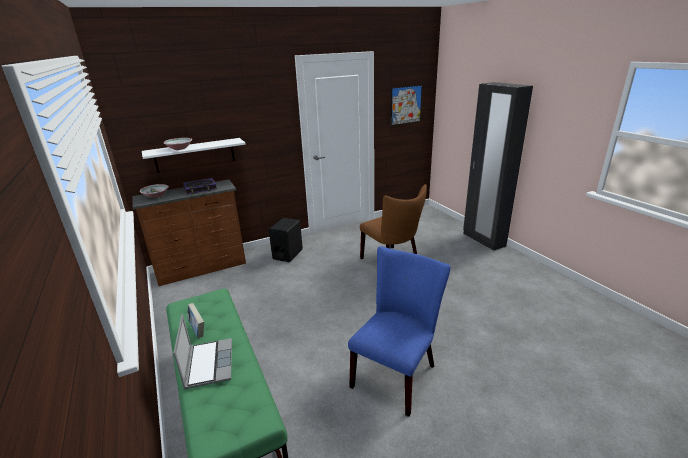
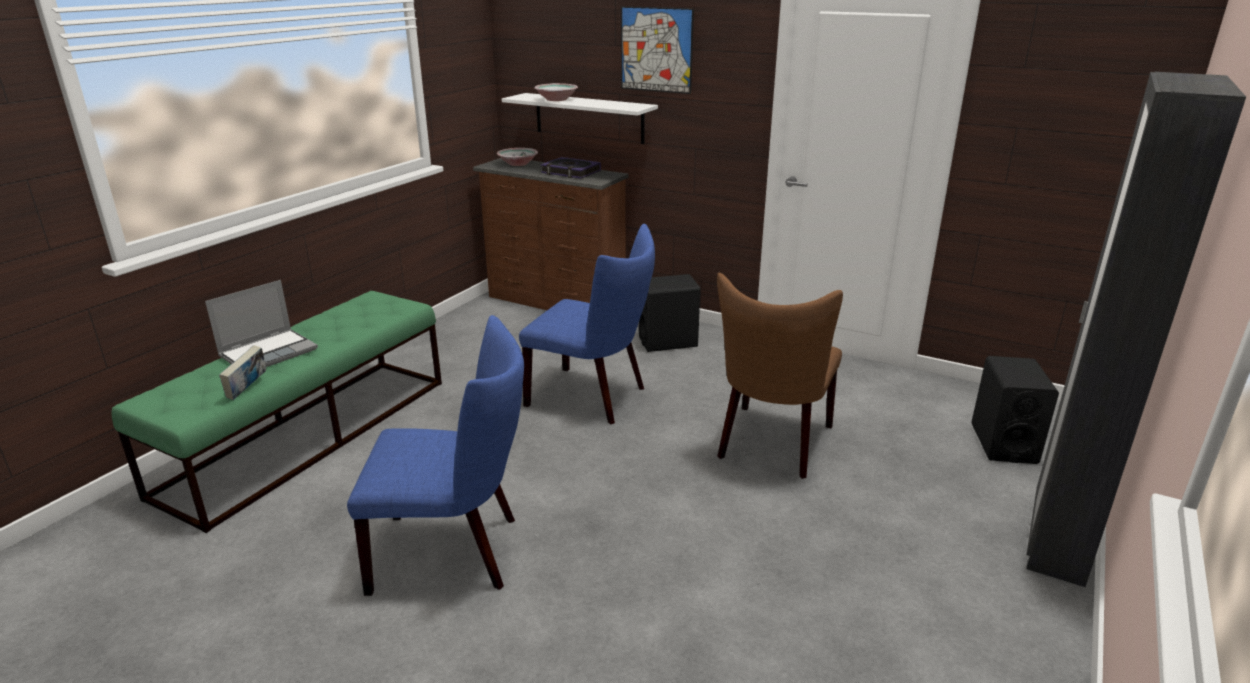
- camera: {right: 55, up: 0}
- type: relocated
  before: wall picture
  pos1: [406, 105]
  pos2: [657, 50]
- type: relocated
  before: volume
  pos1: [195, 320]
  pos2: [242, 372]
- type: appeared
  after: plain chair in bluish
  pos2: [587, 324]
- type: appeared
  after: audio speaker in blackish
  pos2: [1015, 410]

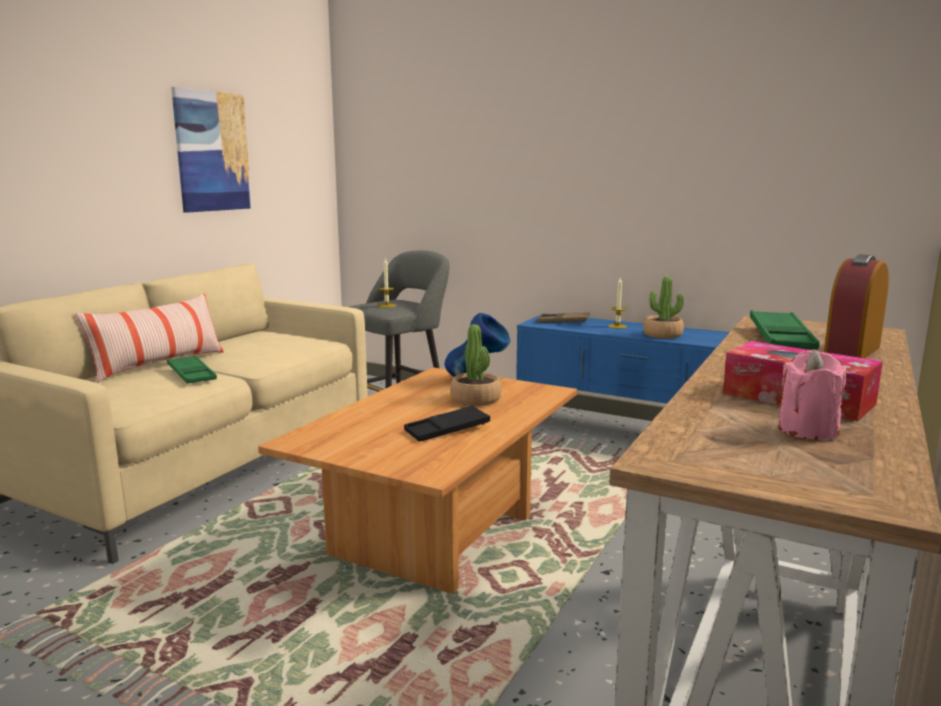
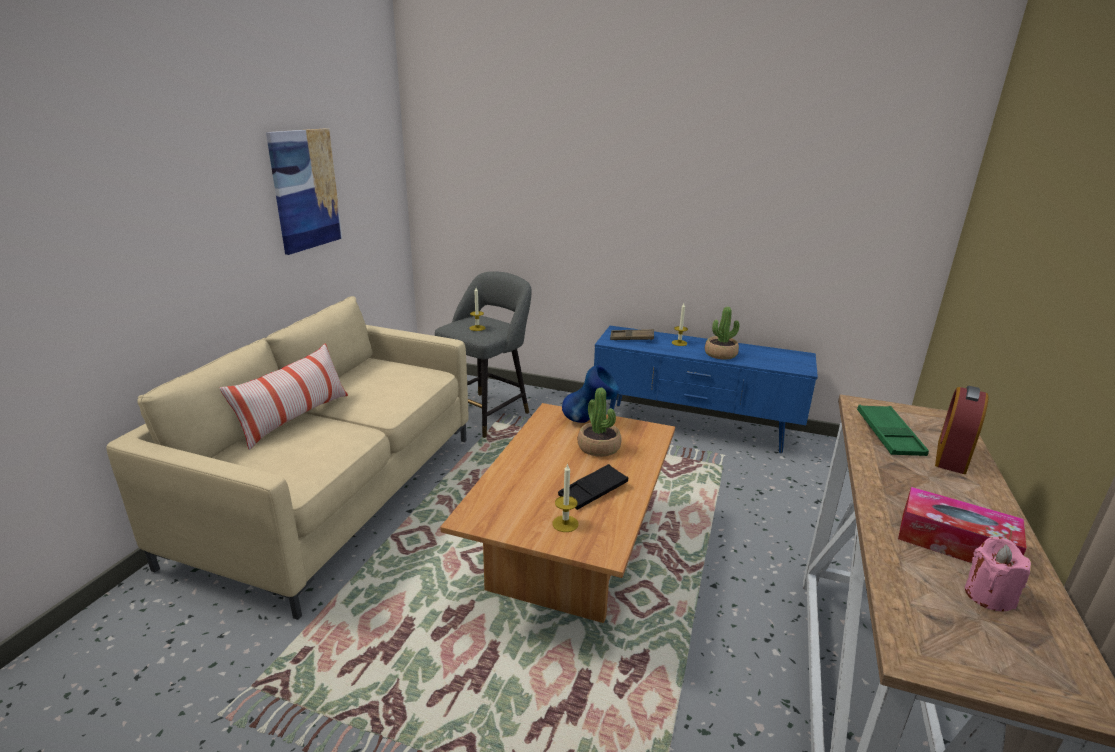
- camera: {right: -10, up: 10}
- type: missing
  before: serving tray in green
  pos1: [192, 369]
- type: appeared
  after: candle
  pos2: [565, 497]

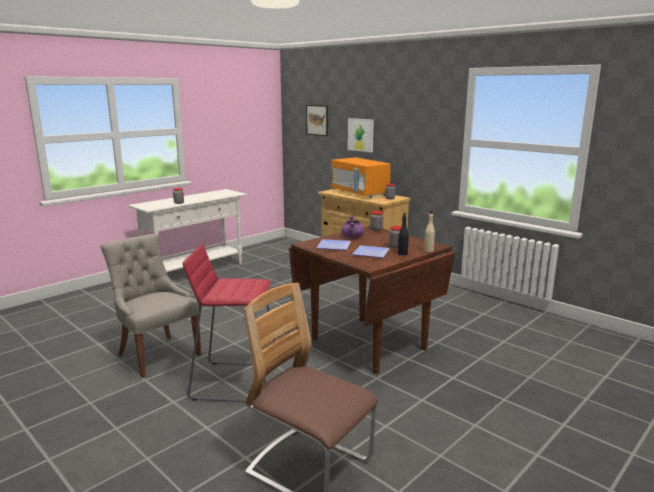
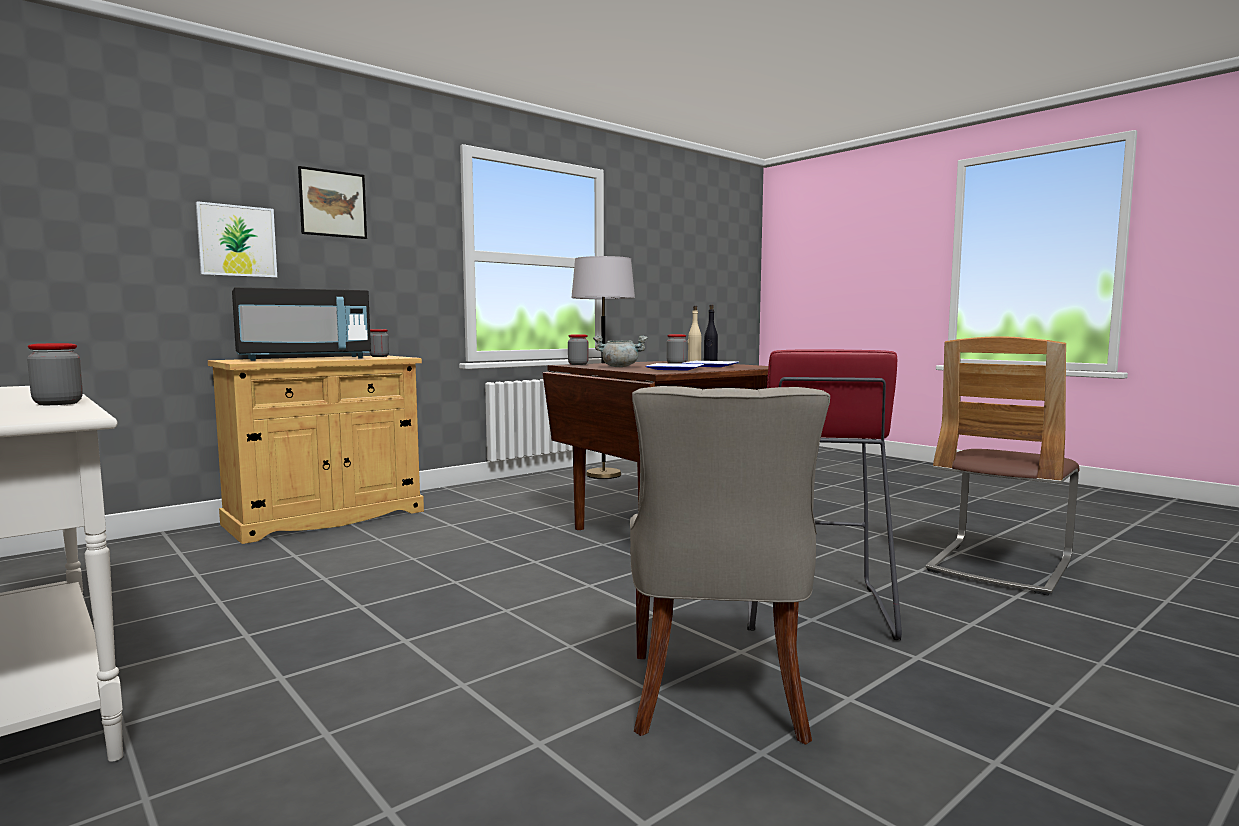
- camera: {right: -85, up: -10}
- type: relocated
  before: wall picture
  pos1: [317, 120]
  pos2: [332, 202]
- type: colour
  before: microwave in orange
  after: microwave in blackish
  pos1: [361, 178]
  pos2: [301, 324]
- type: colour
  before: stockpot in purple
  after: stockpot in gray
  pos1: [353, 227]
  pos2: [620, 351]
- type: spun
  before: plain chair in gray
  pos1: [150, 306]
  pos2: [730, 565]
  turn: -45
- type: appeared
  after: floor lamp in gray
  pos2: [603, 367]

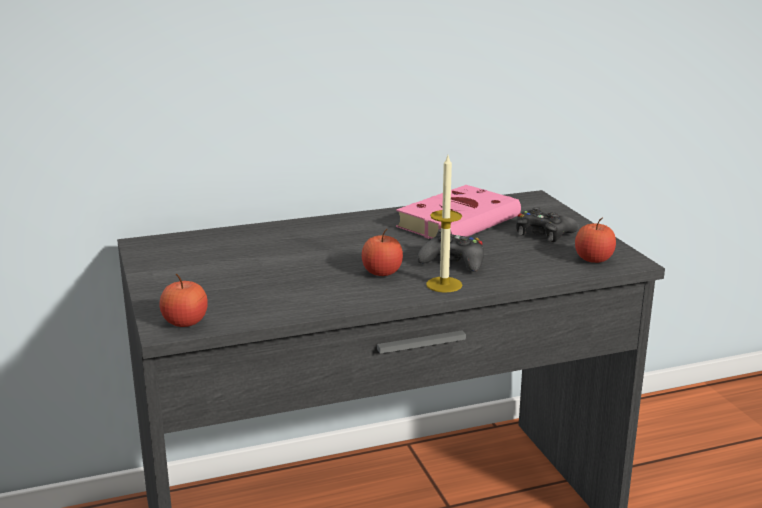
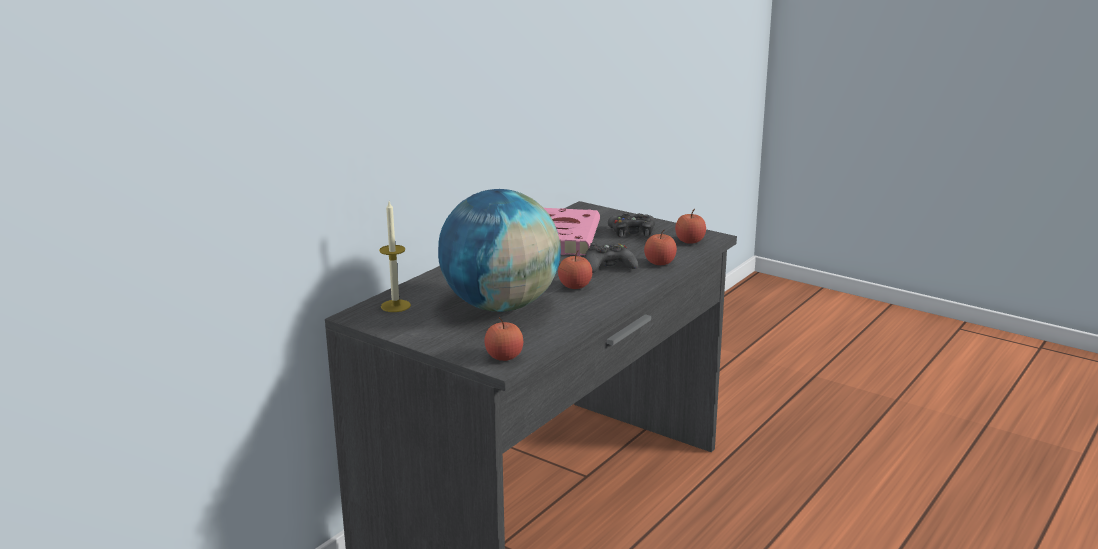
- camera: {right: -35, up: 0}
- type: relocated
  before: candle
  pos1: [444, 224]
  pos2: [395, 256]
- type: appeared
  after: globe
  pos2: [499, 250]
- type: appeared
  after: whole apple
  pos2: [660, 247]

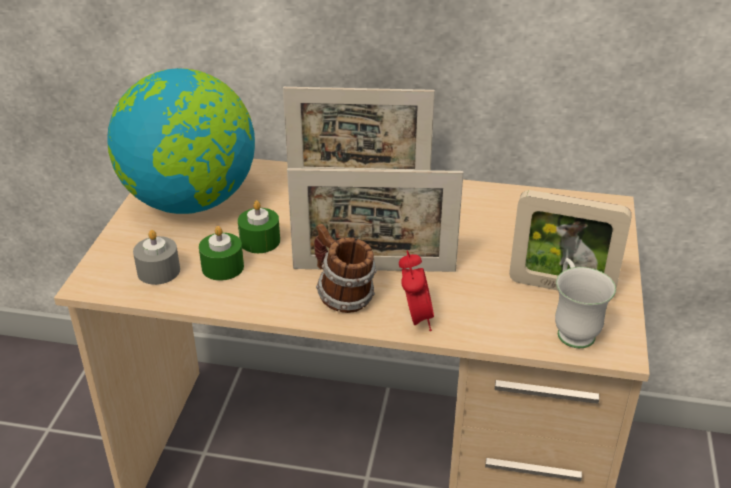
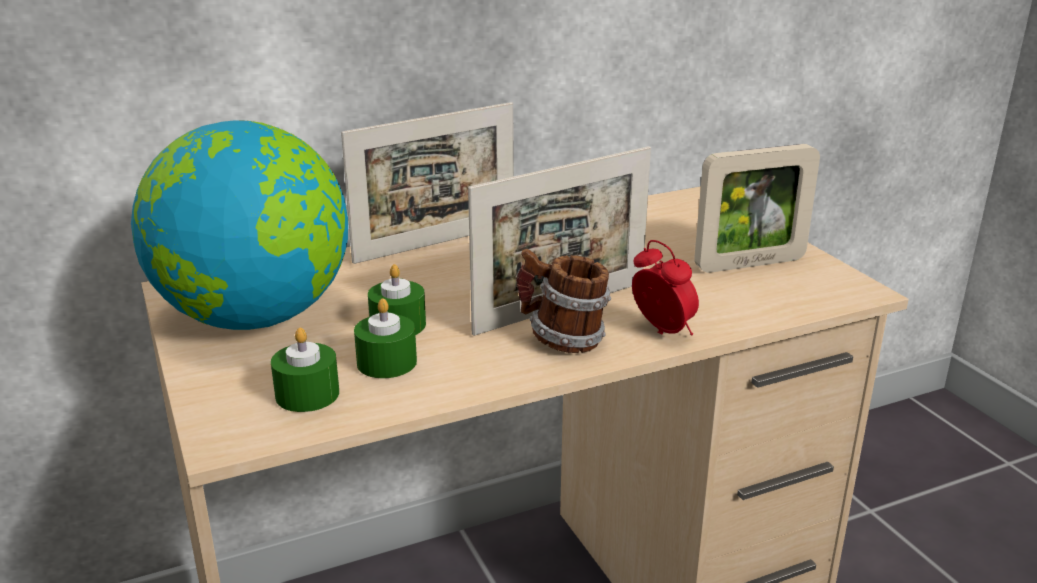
- camera: {right: -35, up: -10}
- type: colour
  before: candle in gray
  after: candle in green
  pos1: [156, 257]
  pos2: [305, 370]
- type: missing
  before: mug in whitish
  pos1: [585, 303]

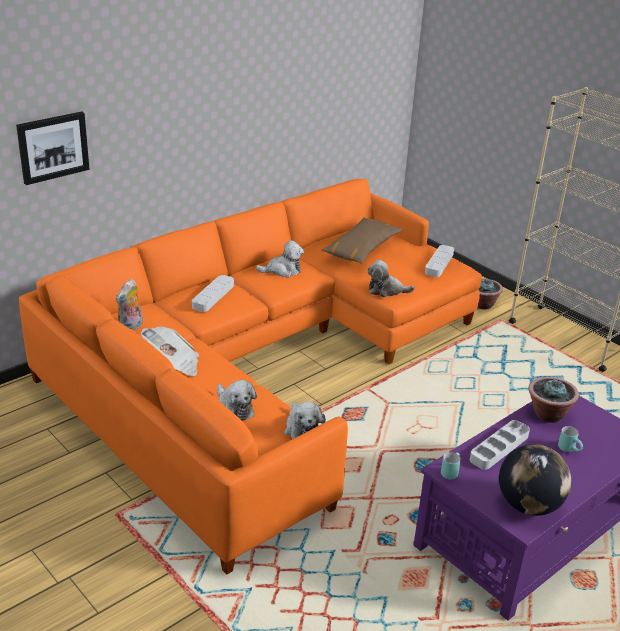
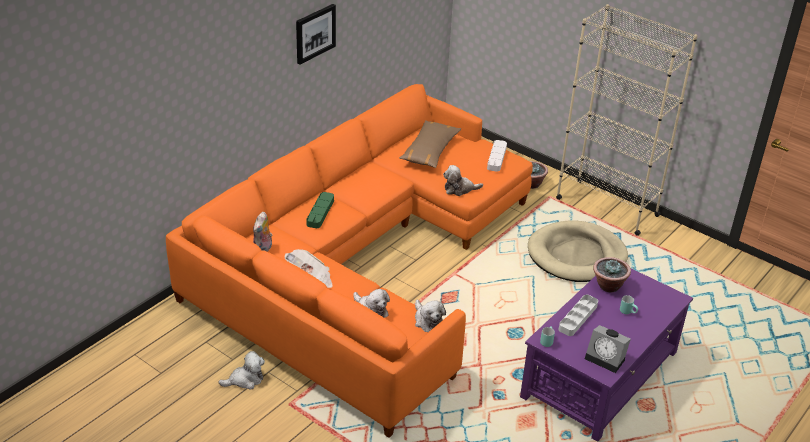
- camera: {right: -10, up: 5}
- type: relocated
  before: wall picture
  pos1: [53, 148]
  pos2: [316, 34]
- type: relocated
  before: plush toy
  pos1: [280, 259]
  pos2: [241, 370]
- type: colour
  before: serving tray in gray
  after: serving tray in green
  pos1: [213, 293]
  pos2: [320, 210]
- type: exchanged
  before: globe
  after: table clock
  pos1: [535, 480]
  pos2: [608, 349]
- type: appeared
  after: pet bed in sand-coloured
  pos2: [578, 251]

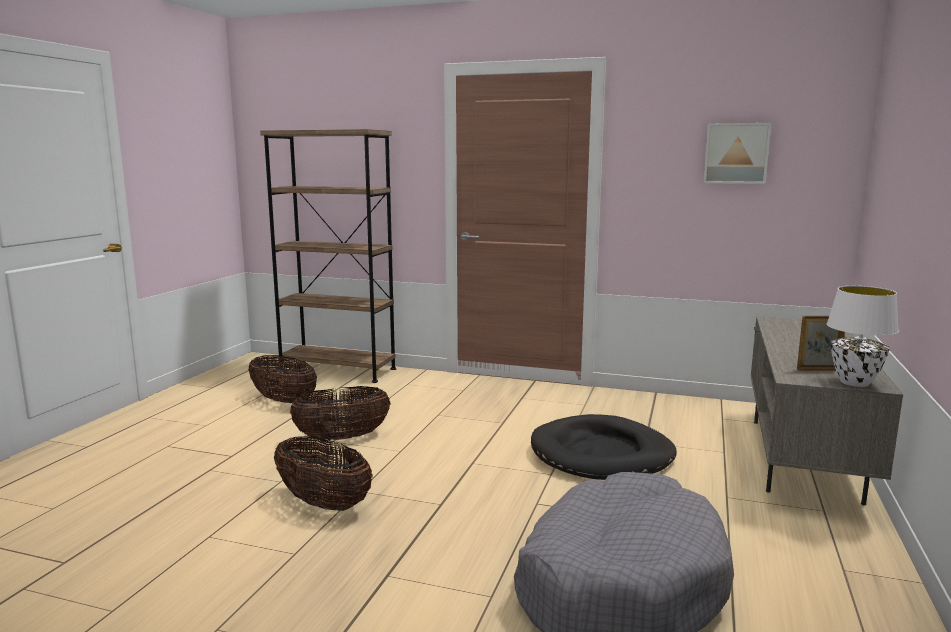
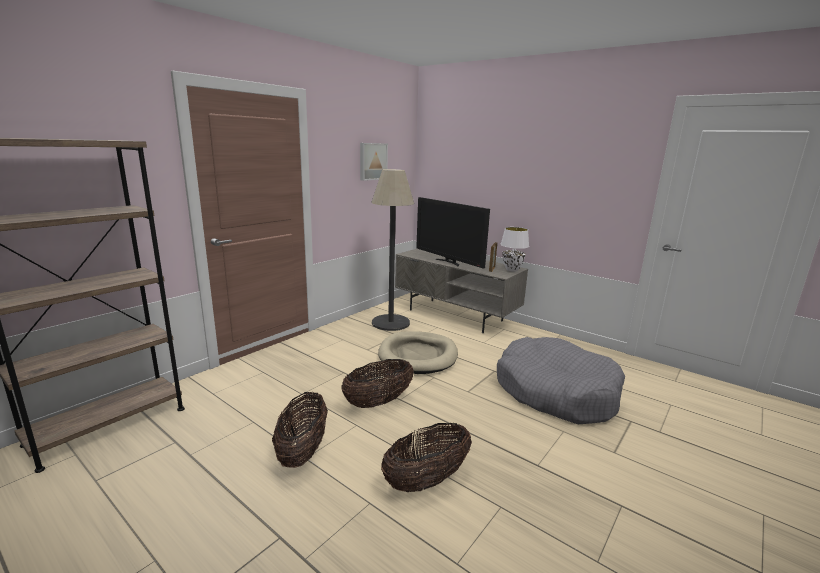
- camera: {right: -70, up: 5}
- type: relocated
  before: basket
  pos1: [282, 379]
  pos2: [377, 383]
- type: colour
  before: pet bed in blackish
  after: pet bed in sand-coloured
  pos1: [604, 447]
  pos2: [418, 352]
- type: appeared
  after: floor lamp
  pos2: [392, 250]
- type: appeared
  after: TV
  pos2: [453, 233]

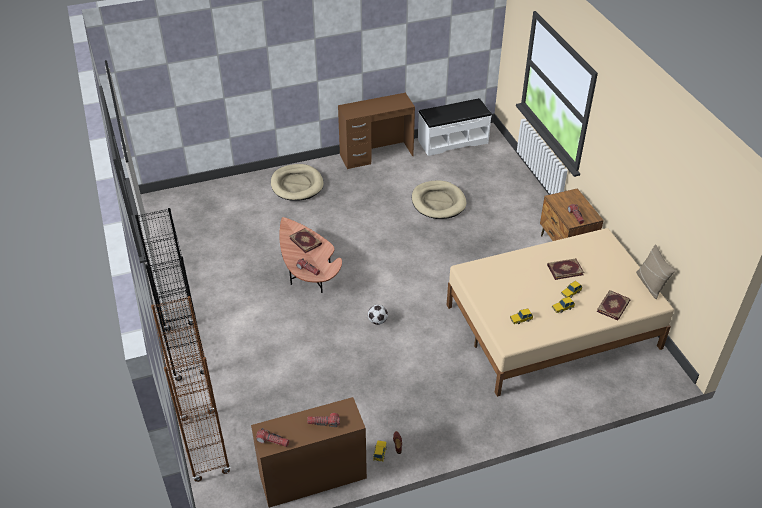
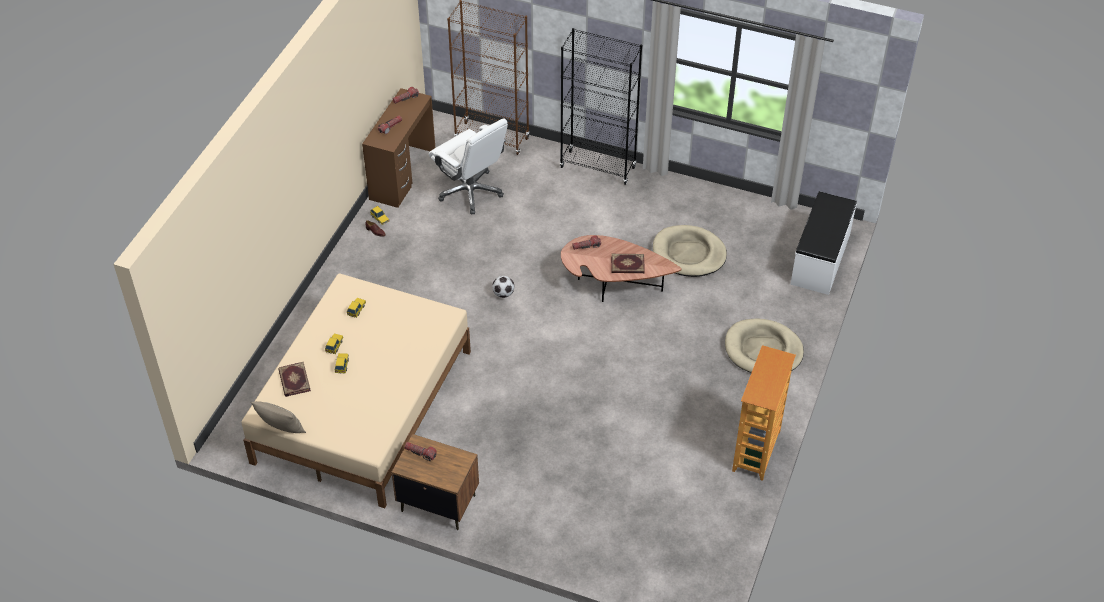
- camera: {right: 130, up: 5}
- type: exchanged
  before: desk in brown
  after: bookcase
  pos1: [376, 131]
  pos2: [764, 413]
- type: relocated
  before: bench in whitish
  pos1: [455, 127]
  pos2: [823, 243]
- type: relocated
  before: pet bed in sand-coloured
  pos1: [439, 199]
  pos2: [690, 251]
- type: missing
  before: volume
  pos1: [565, 269]
- type: appeared
  after: office chair in whitish
  pos2: [468, 166]

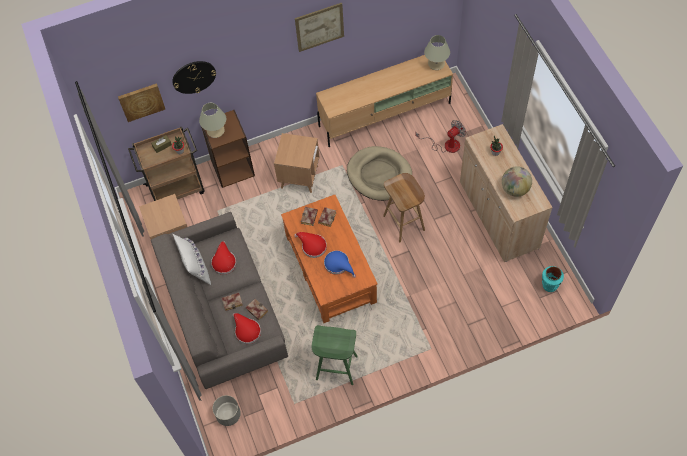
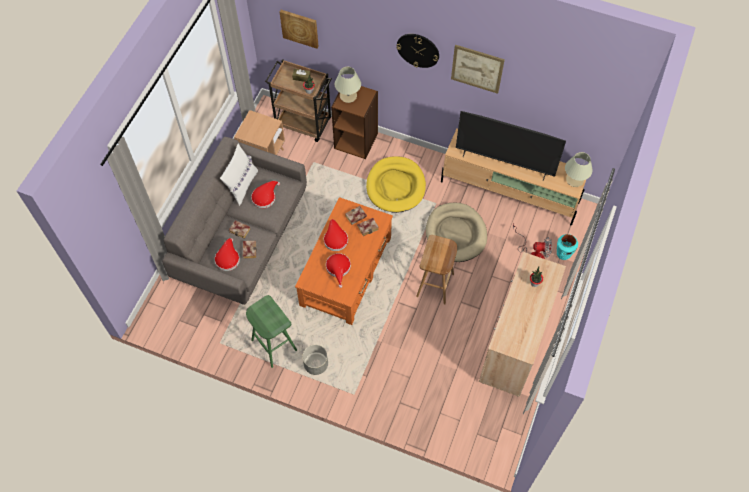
- camera: {right: 40, up: 0}
- type: relocated
  before: wall clock
  pos1: [194, 77]
  pos2: [417, 51]
- type: exchanged
  before: side table in brown
  after: pet bed in yellowish
  pos1: [297, 163]
  pos2: [396, 184]
- type: missing
  before: globe
  pos1: [517, 181]
- type: colour
  before: clothing hat in bluish
  after: clothing hat in red
  pos1: [340, 264]
  pos2: [338, 270]
- type: relocated
  before: decorative vase in blue-green
  pos1: [553, 279]
  pos2: [567, 247]
- type: relocated
  before: flower pot in gray
  pos1: [227, 410]
  pos2: [315, 360]
- type: appeared
  after: TV
  pos2: [511, 146]

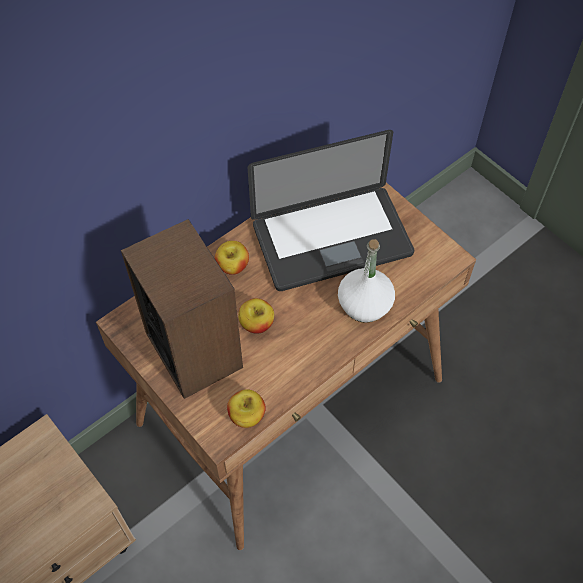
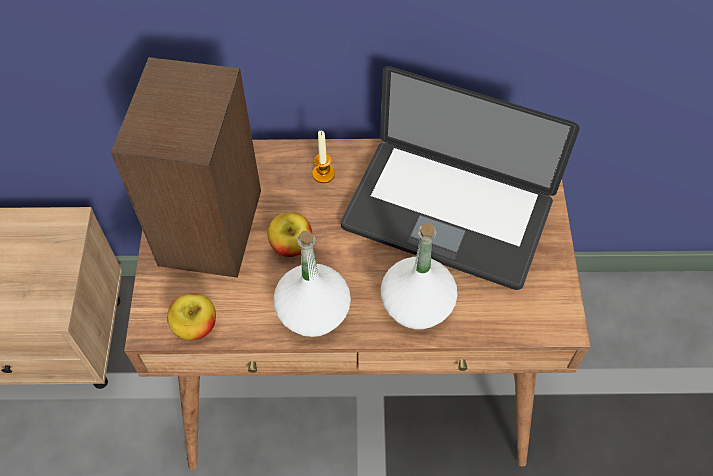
- camera: {right: 40, up: 0}
- type: exchanged
  before: whole apple
  after: candle
  pos1: [232, 258]
  pos2: [323, 157]
- type: appeared
  after: bottle in whitish
  pos2: [312, 284]

